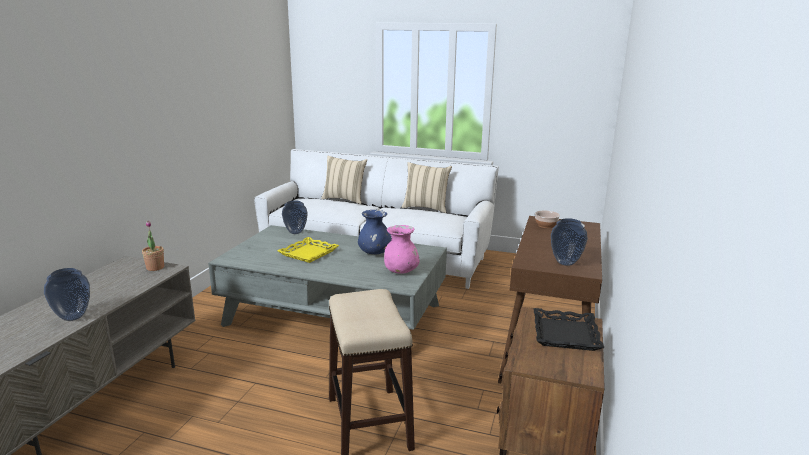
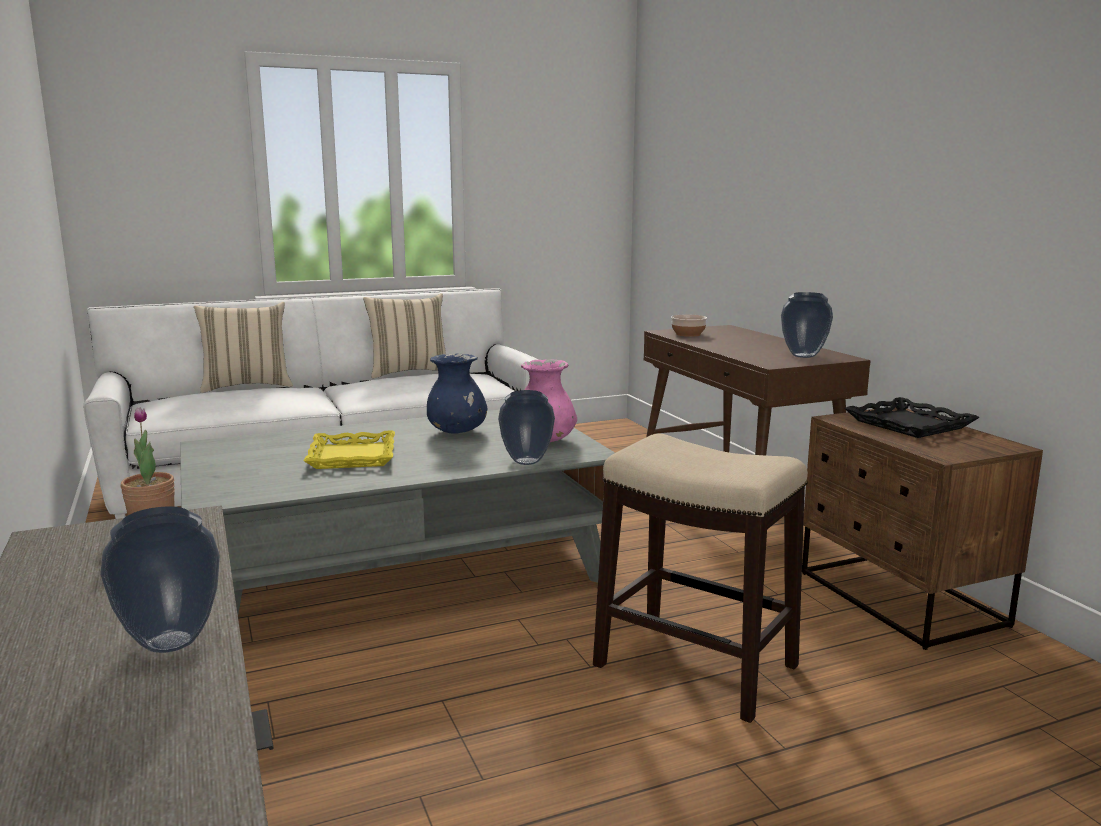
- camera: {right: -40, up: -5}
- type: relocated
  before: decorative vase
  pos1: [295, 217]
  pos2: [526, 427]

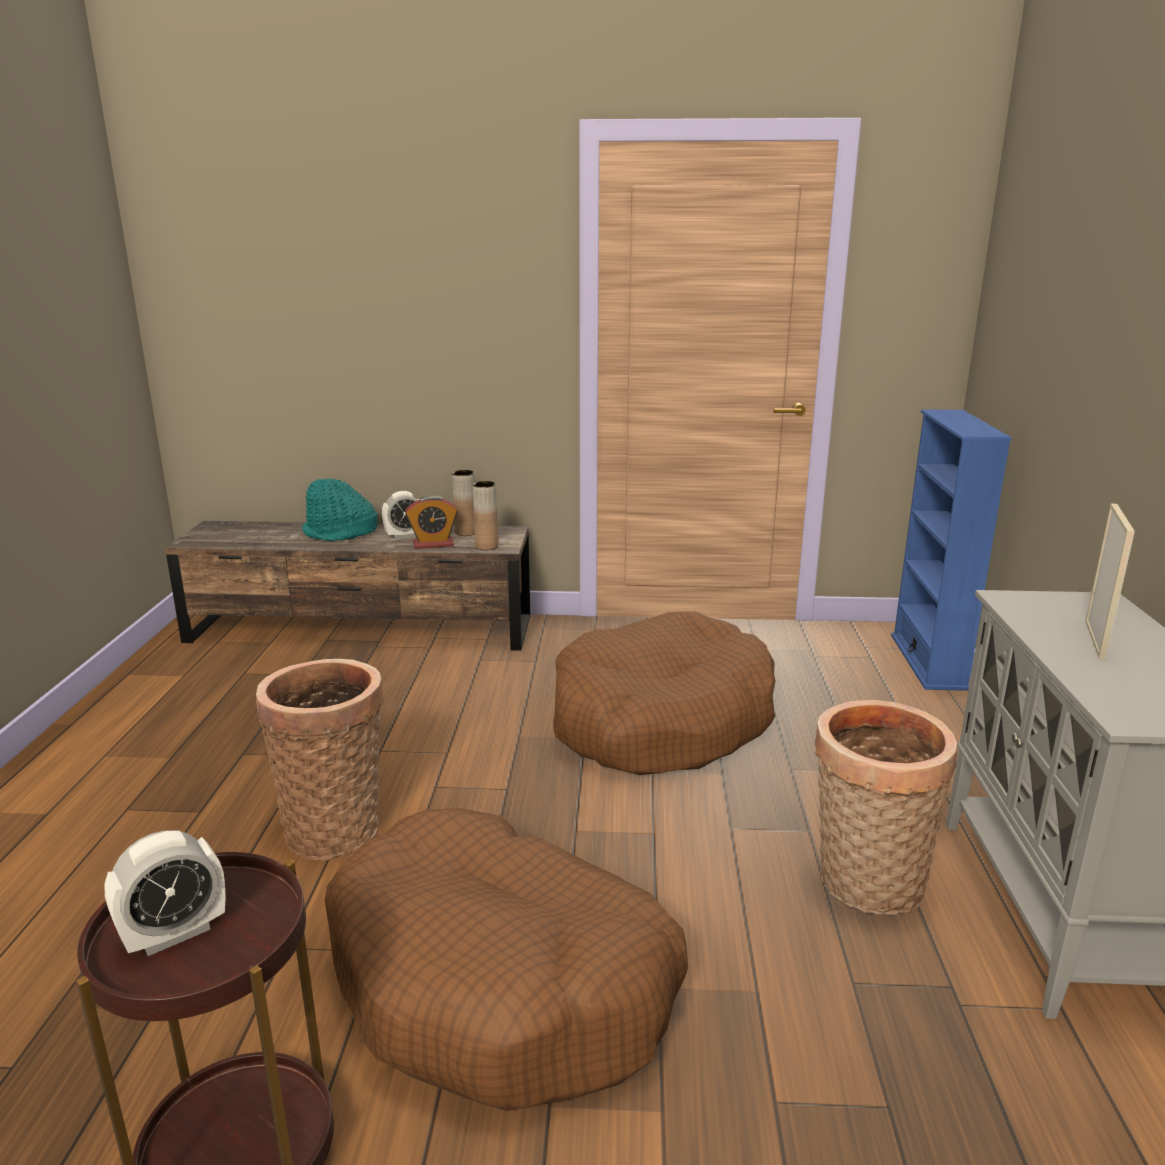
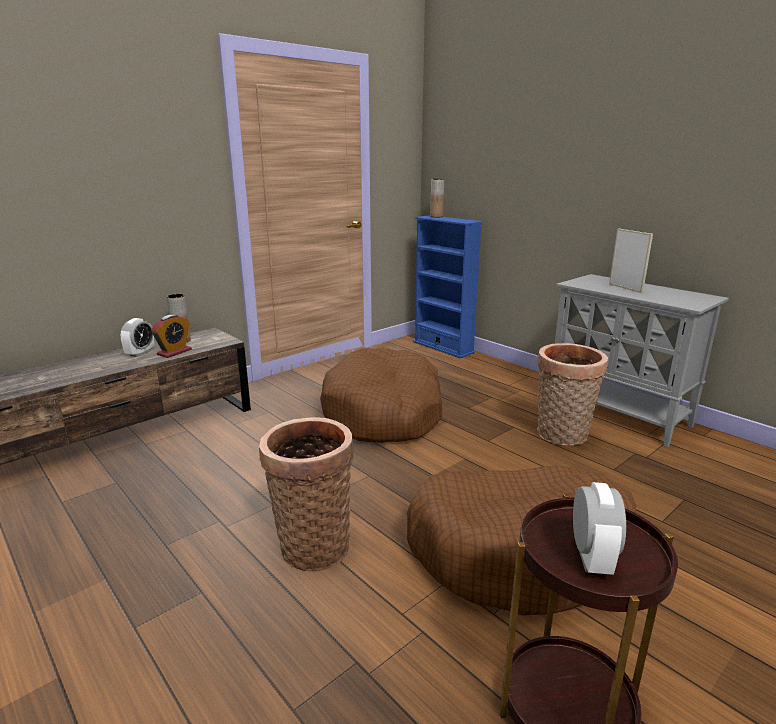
- camera: {right: -45, up: 0}
- type: missing
  before: clothing hat in blue-green
  pos1: [340, 510]
- type: relocated
  before: decorative vase in brown
  pos1: [485, 515]
  pos2: [437, 198]

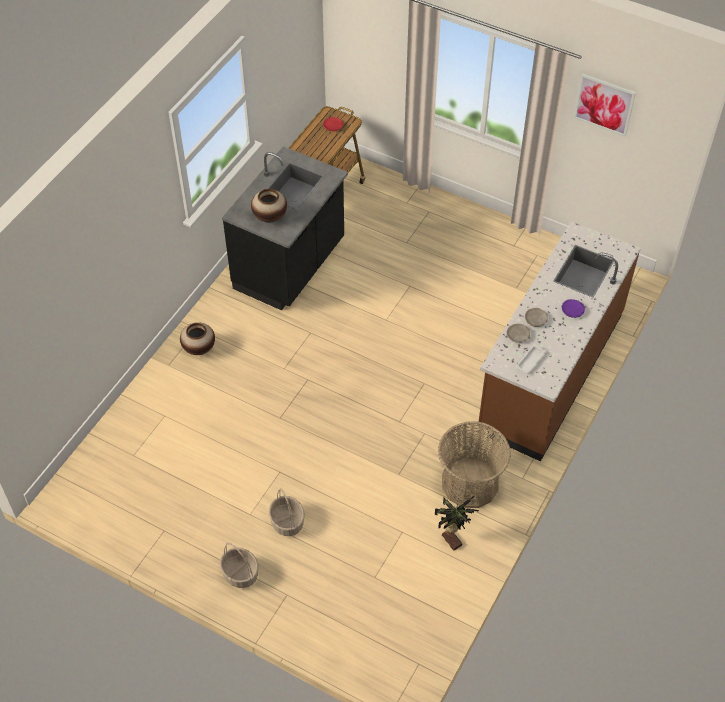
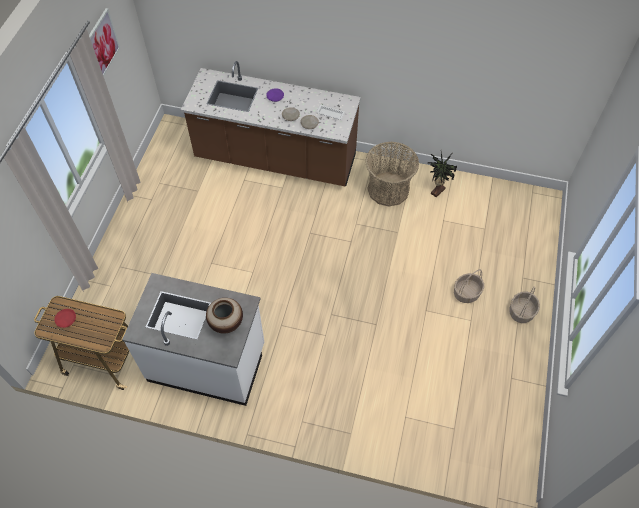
- camera: {right: -105, up: 5}
- type: colour
  before: kitchen counter in blackish
  after: kitchen counter in whitish
  pos1: [285, 228]
  pos2: [193, 339]
- type: missing
  before: decorative vase
  pos1: [197, 338]

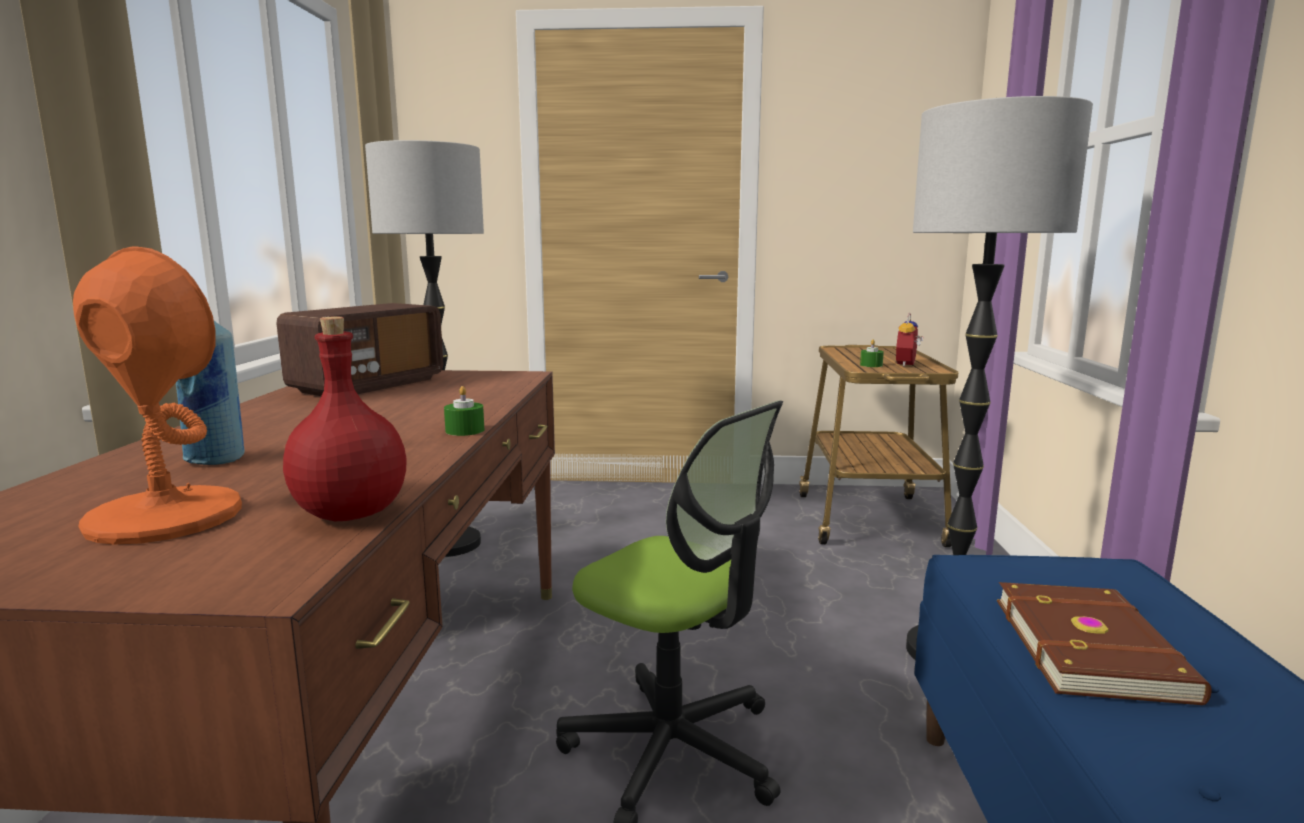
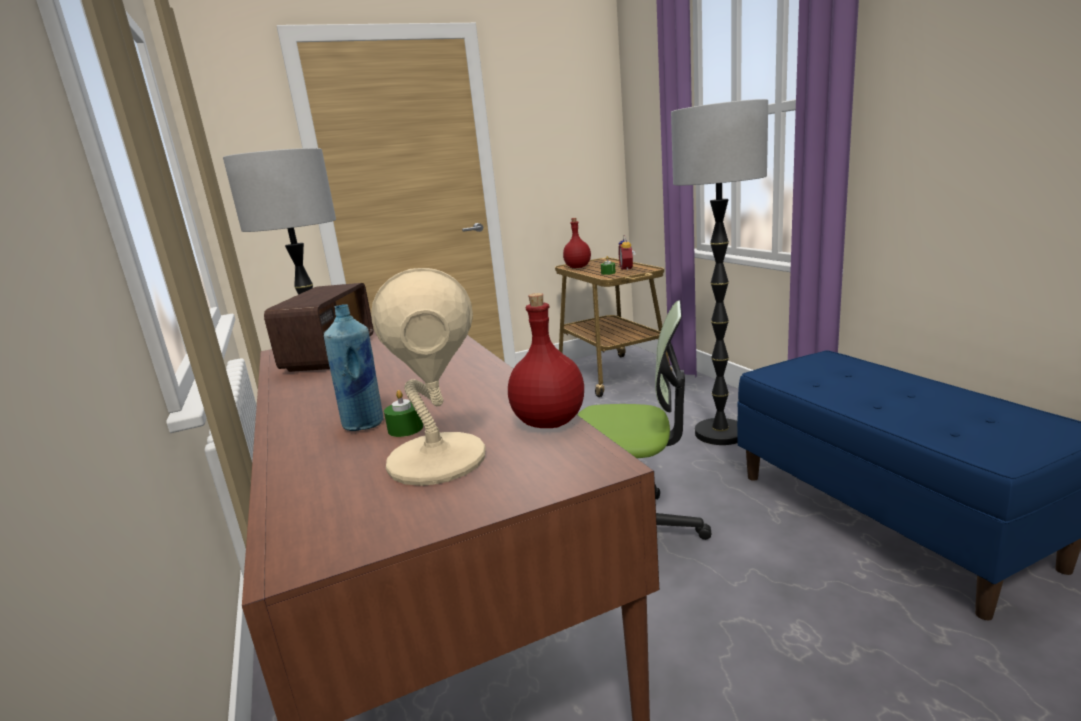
- camera: {right: -25, up: 5}
- type: colour
  before: lamp for a table in orange
  after: lamp for a table in sand-coloured
  pos1: [157, 395]
  pos2: [428, 377]
- type: relocated
  before: candle in green
  pos1: [464, 411]
  pos2: [403, 413]
- type: missing
  before: volume in brown
  pos1: [1104, 643]
- type: appeared
  after: bottle in red
  pos2: [577, 243]

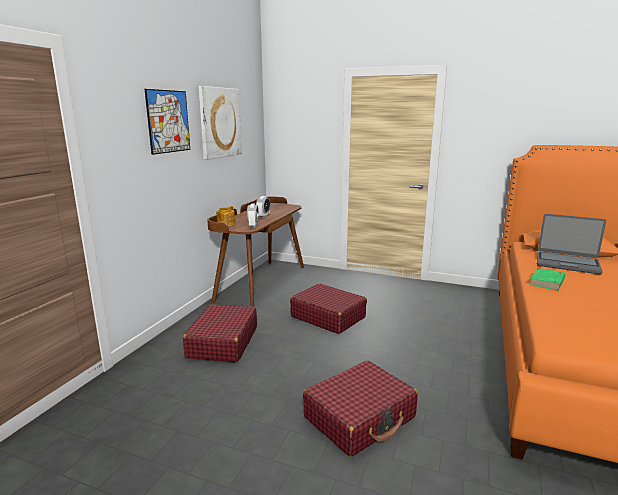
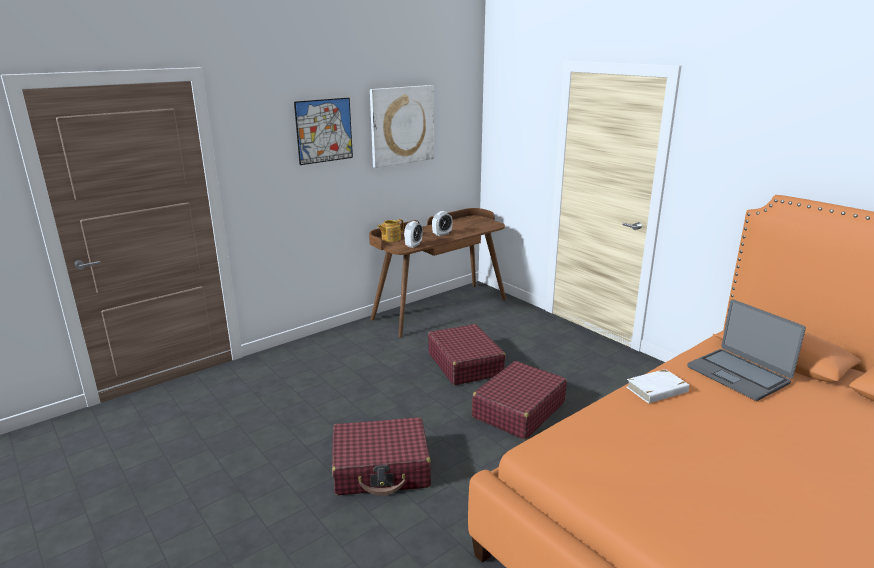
- camera: {right: 30, up: 5}
- type: colour
  before: volume in green
  after: volume in whitish
  pos1: [547, 279]
  pos2: [657, 386]
- type: relocated
  before: travel case in red
  pos1: [220, 333]
  pos2: [519, 400]

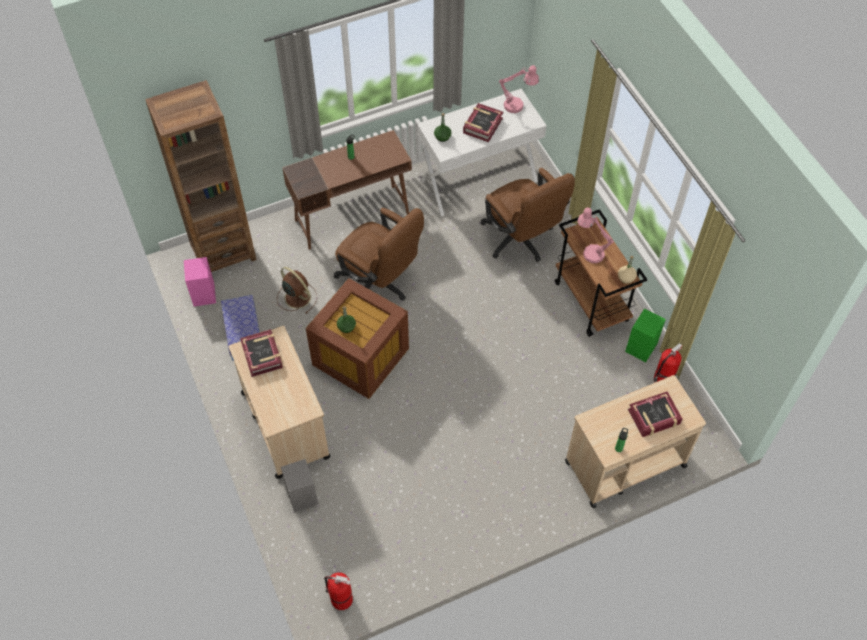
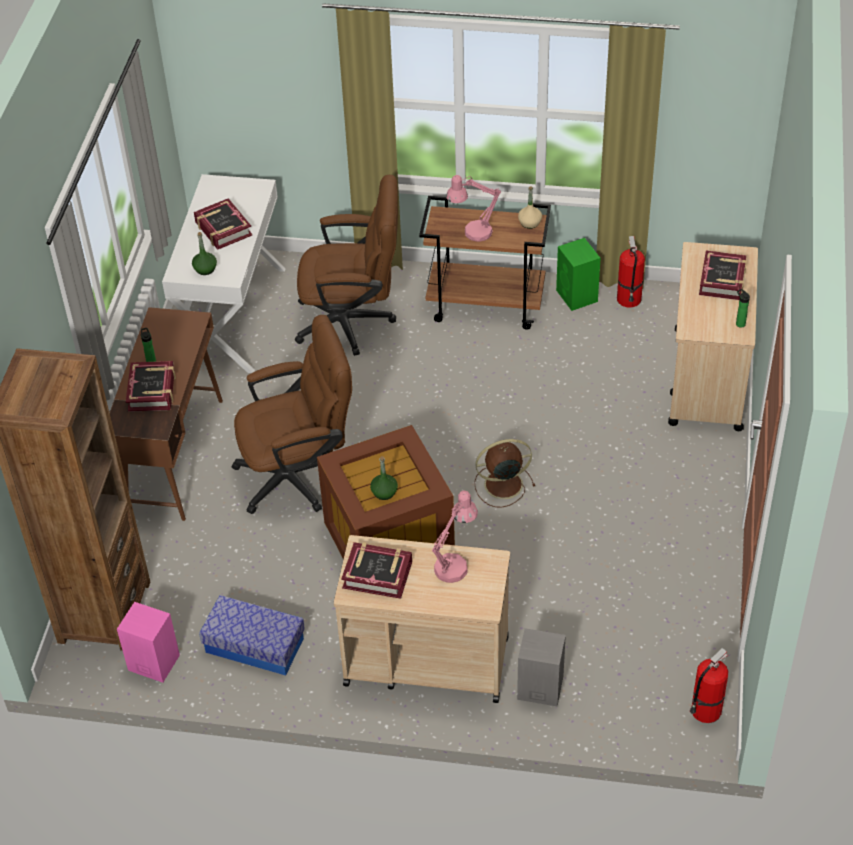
- camera: {right: -55, up: -10}
- type: relocated
  before: lamp for a table in pinkish
  pos1: [519, 89]
  pos2: [455, 537]
- type: relocated
  before: electric fan in brown
  pos1: [297, 290]
  pos2: [504, 473]
- type: appeared
  after: volume
  pos2: [151, 386]

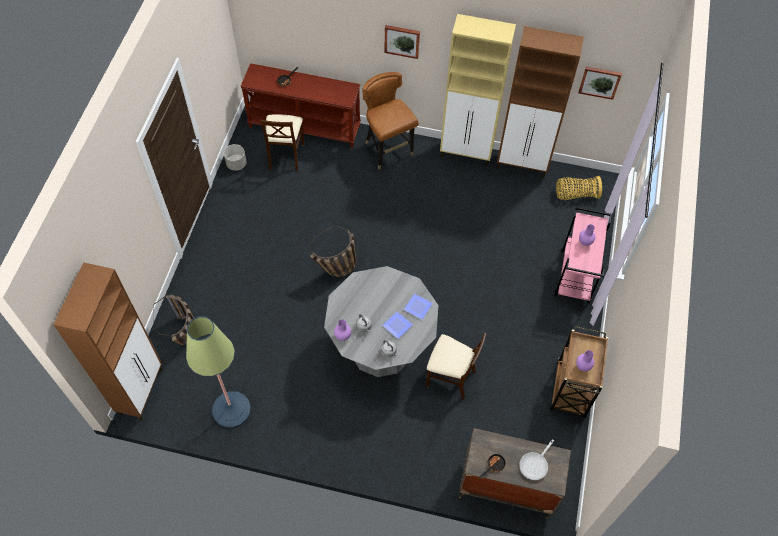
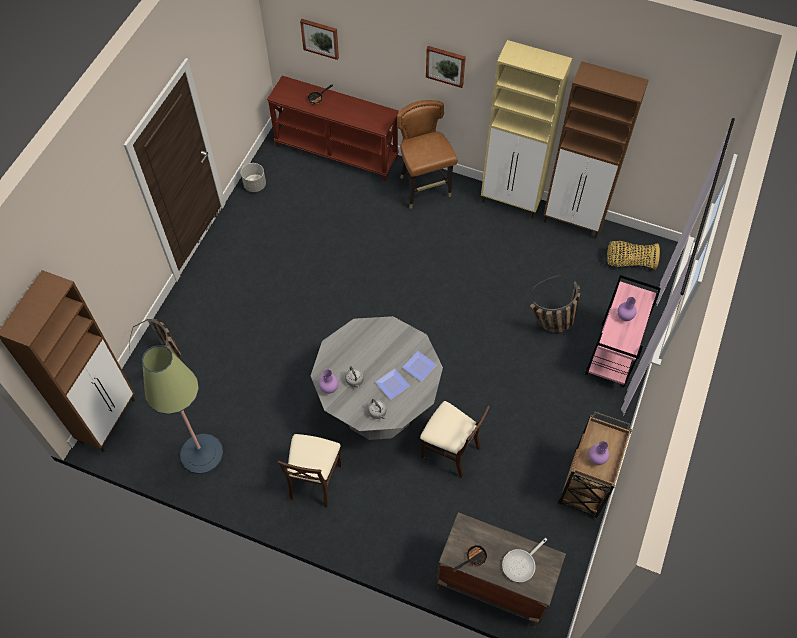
- camera: {right: 10, up: 0}
- type: relocated
  before: wall picture
  pos1: [600, 83]
  pos2: [319, 39]
- type: relocated
  before: plain chair in sand-coloured
  pos1: [282, 143]
  pos2: [310, 471]
- type: relocated
  before: basket
  pos1: [333, 251]
  pos2: [555, 303]

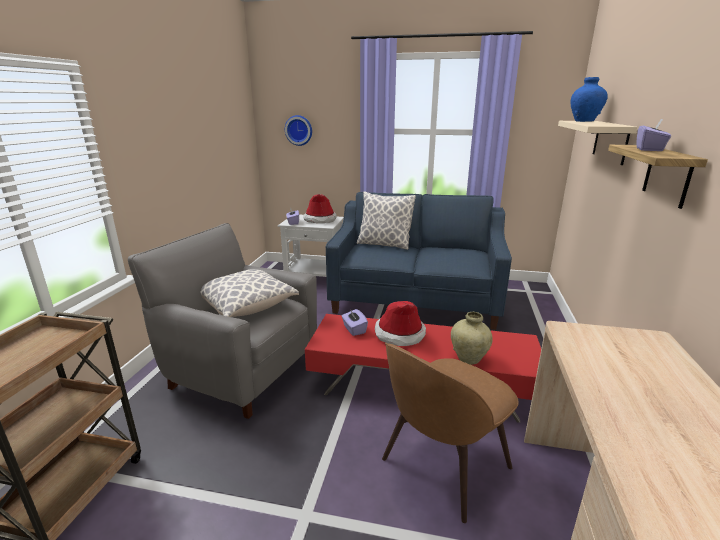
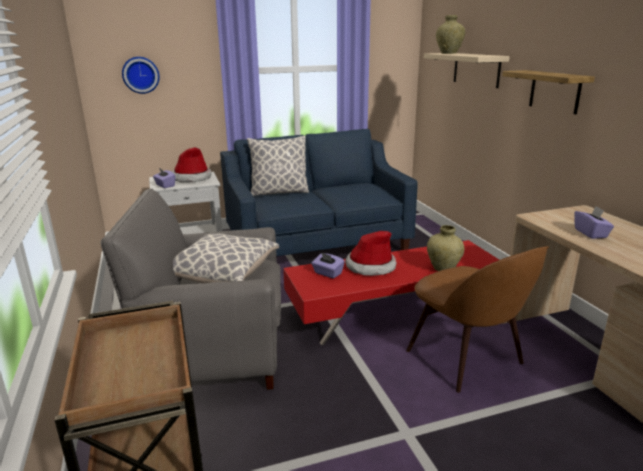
- camera: {right: -30, up: 0}
- type: colour
  before: decorative vase in bluish
  after: decorative vase in sand-coloured
  pos1: [589, 99]
  pos2: [450, 34]
- type: relocated
  before: tissue holder in purple
  pos1: [653, 135]
  pos2: [594, 222]
- type: spun
  before: plain chair in brown
  pos1: [450, 433]
  pos2: [477, 319]
  turn: -45

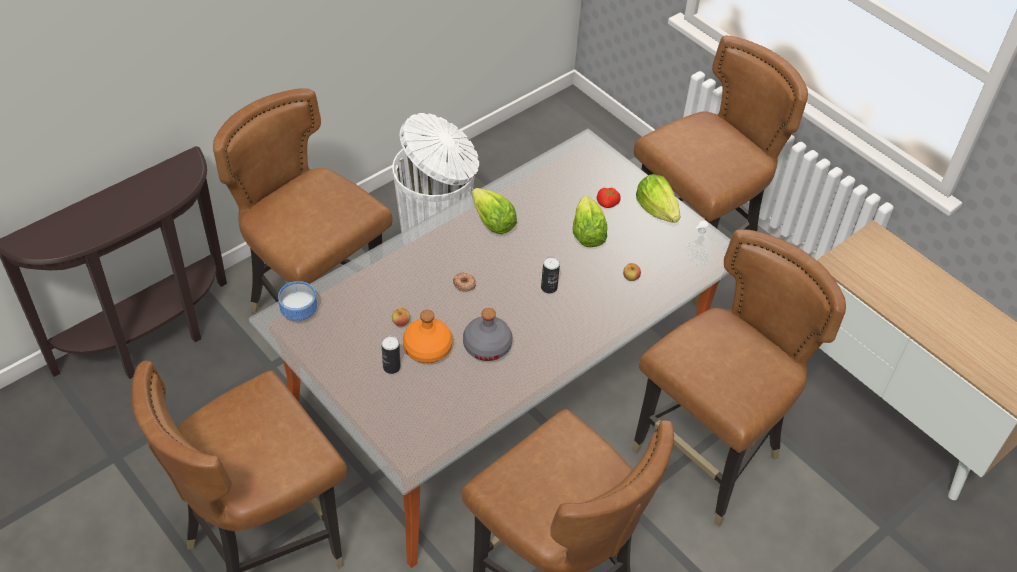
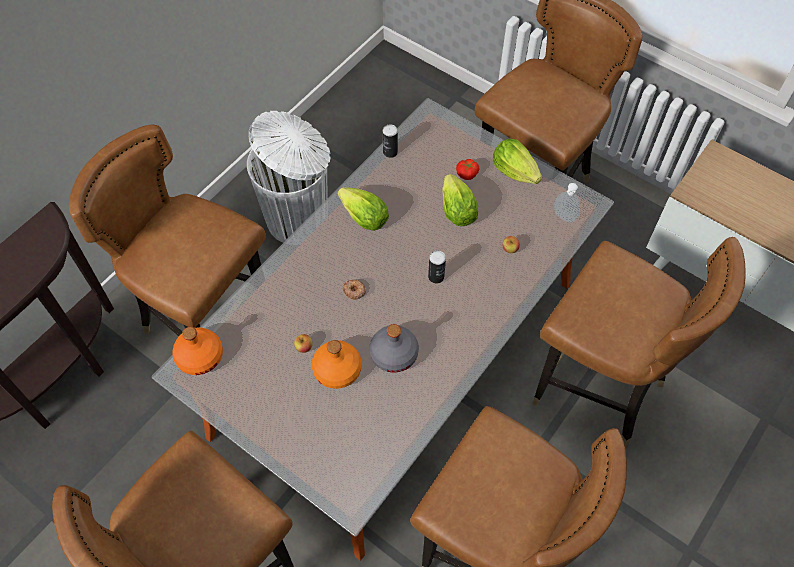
- camera: {right: -10, up: 10}
- type: spun
  before: plain chair in brown
  pos1: [739, 378]
  pos2: [639, 343]
  turn: 90
- type: exchanged
  before: bowl
  after: bottle in orange
  pos1: [297, 301]
  pos2: [197, 351]
- type: relocated
  before: can
  pos1: [391, 355]
  pos2: [390, 141]

